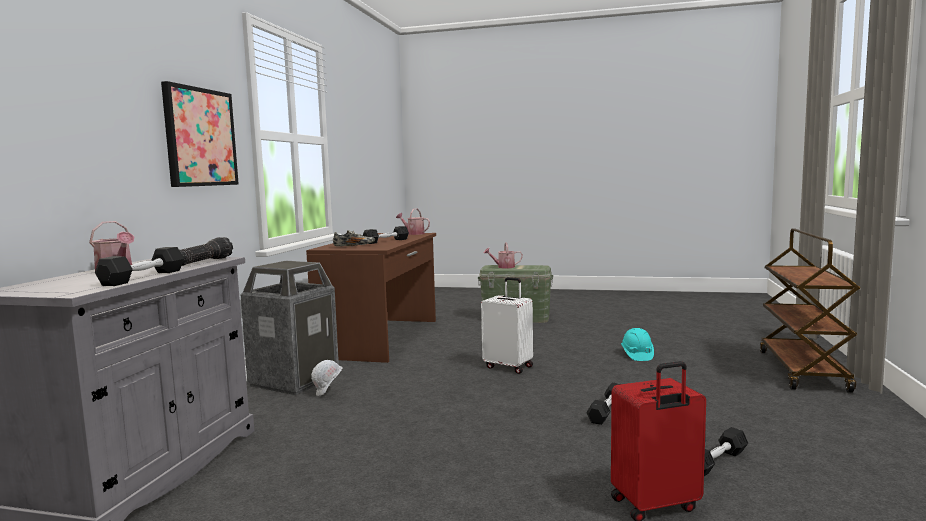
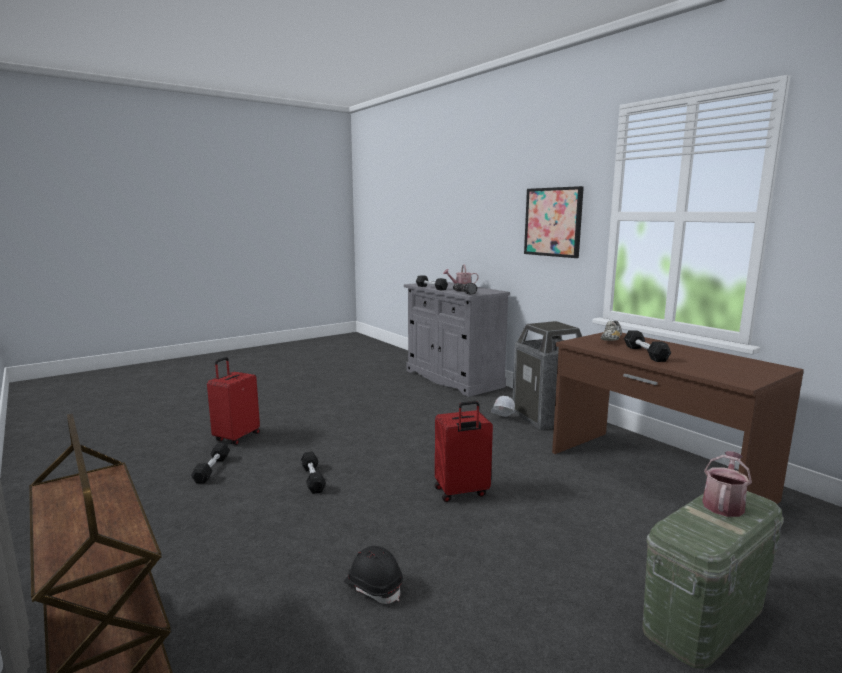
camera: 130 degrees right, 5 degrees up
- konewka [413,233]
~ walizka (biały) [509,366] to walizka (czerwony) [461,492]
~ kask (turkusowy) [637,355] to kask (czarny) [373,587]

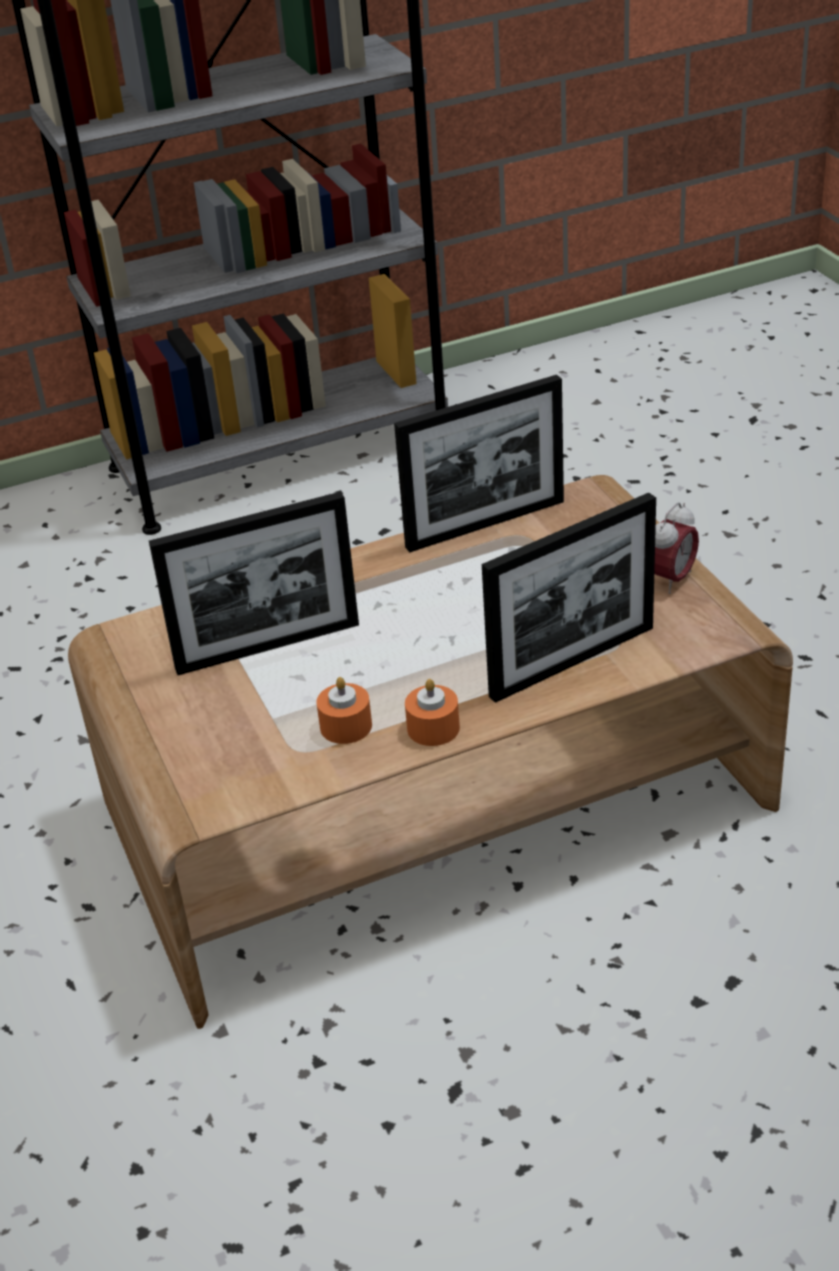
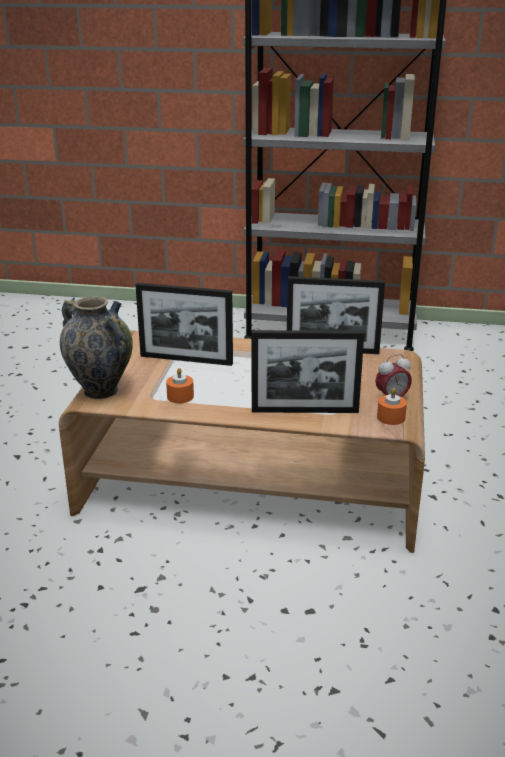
camera: 30 degrees right, 10 degrees down
~ świeca (pomarańczowy) [433,728] to [391,417]
+ wazon [100,390]

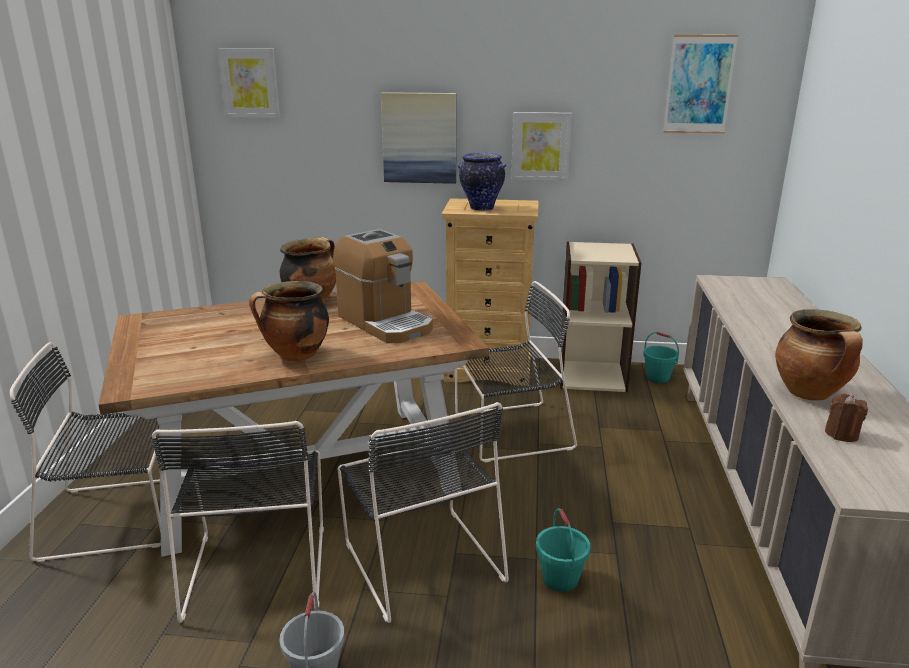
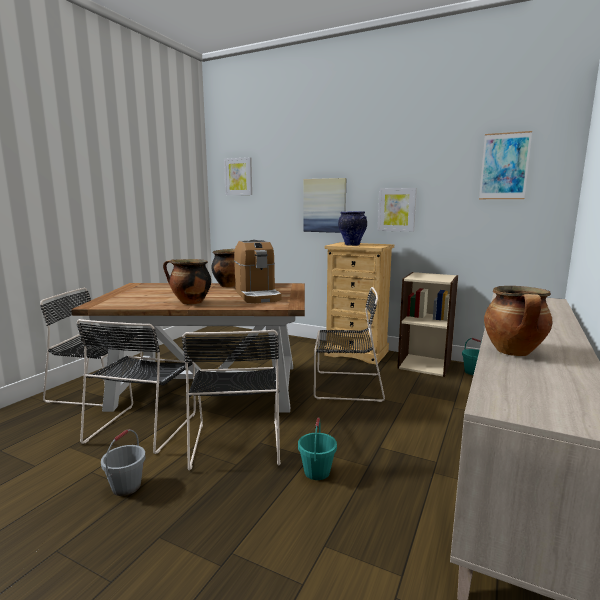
camera: 20 degrees right, 10 degrees down
- świeca (brązowy) [841,434]

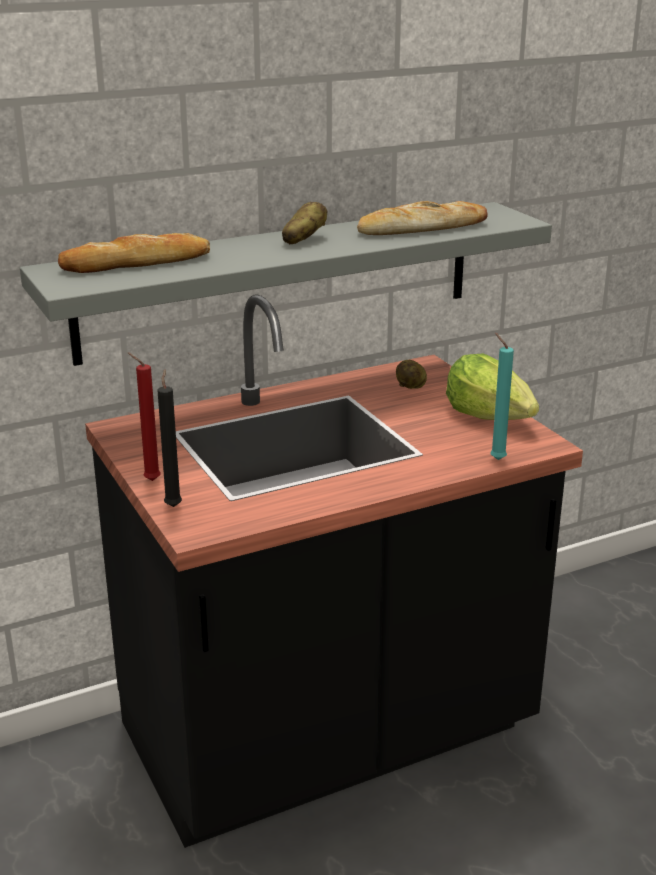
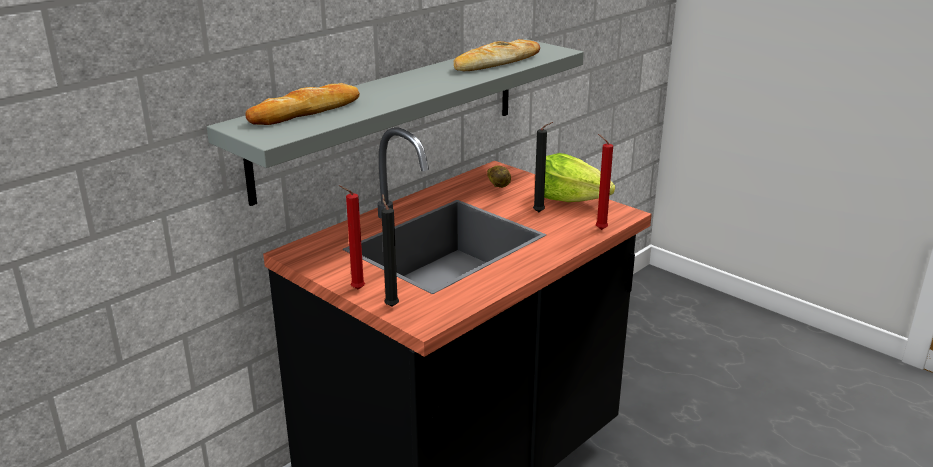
camera: 20 degrees left, 0 degrees up
- ziemniak [303,240]
~ świeca (turkusowy) [495,459] to świeca (czerwony) [599,229]
+ świeca (czarny) [540,212]

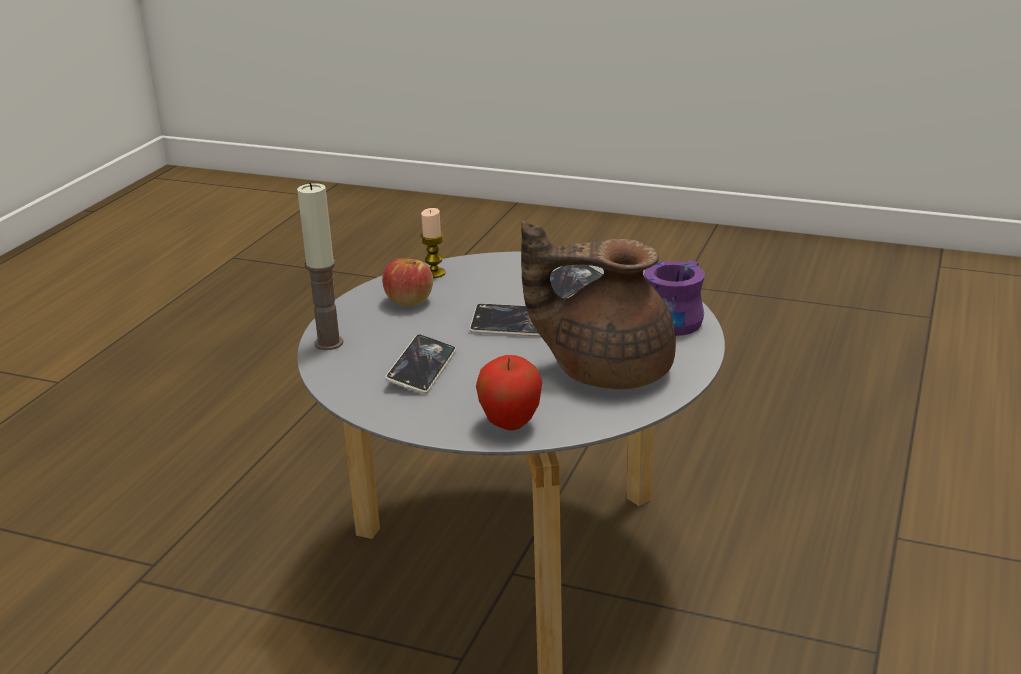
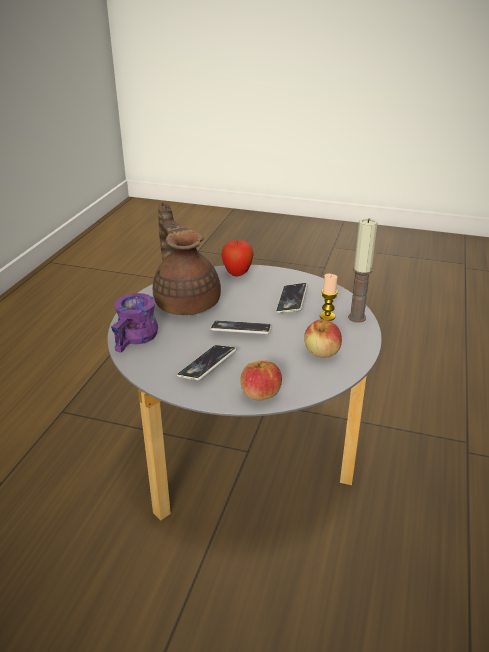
camera: 175 degrees right, 5 degrees up
~ świeca [434,273] to [327,316]
~ imbryk (brązowy) [606,370] = [186,301] 120 degrees counterclockwise
+ jabłko [260,394]

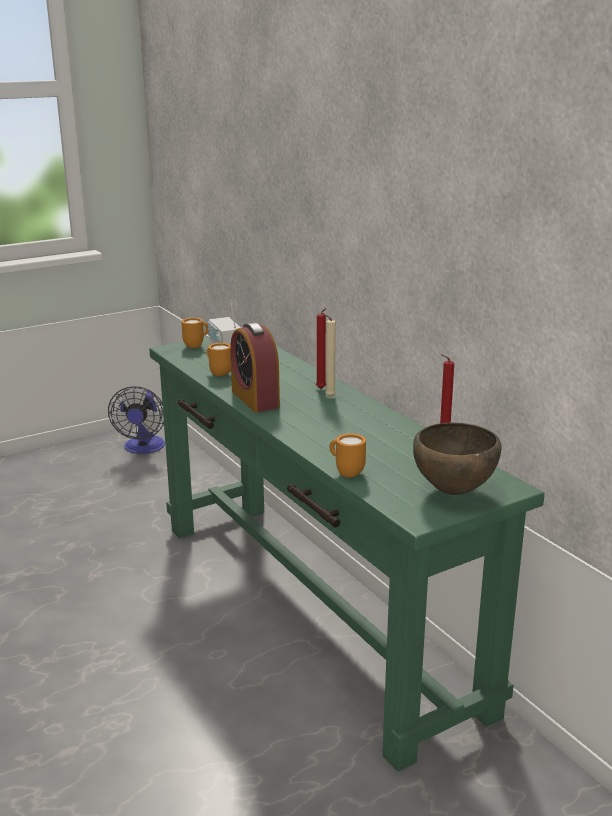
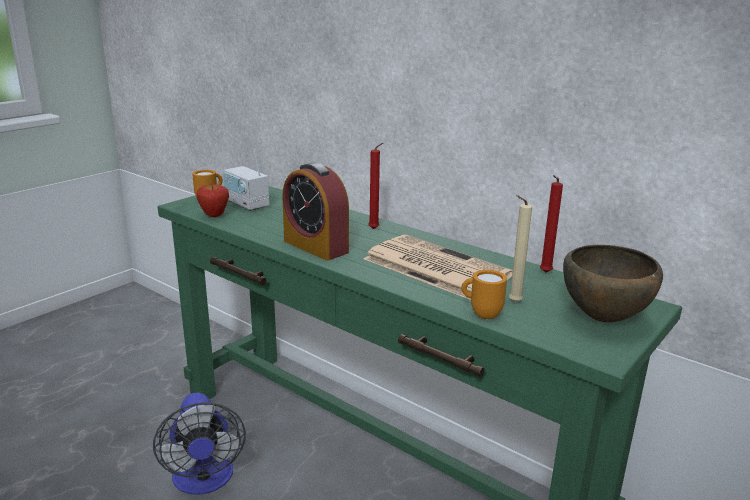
camera: 20 degrees left, 0 degrees up
~ wentylator [143,448] to [204,480]
- kubek (pomarańczowy) [218,373]
~ świeca (beżowy) [328,396] to [512,302]
+ jabłko [214,216]
+ gazeta [433,267]

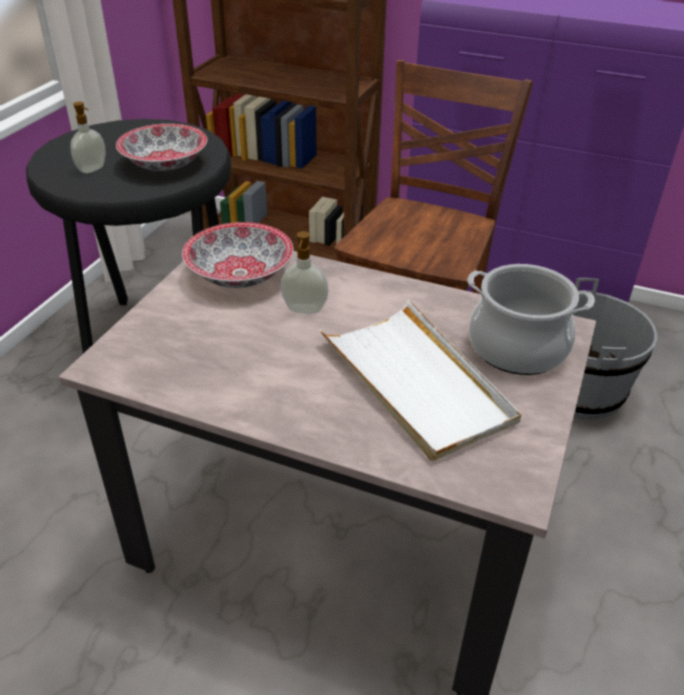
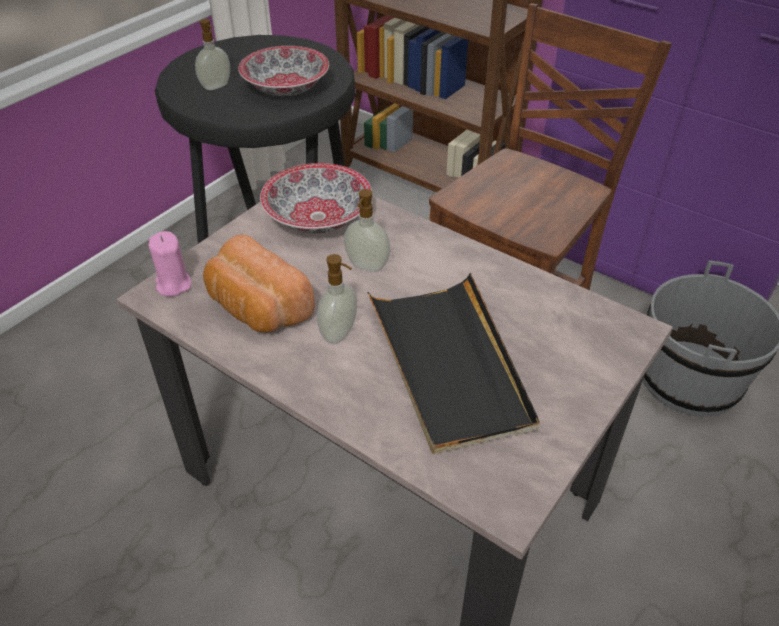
camera: 15 degrees right, 5 degrees up
~ taca (biały) [416,382] to taca (czarny) [449,364]
- garnek [517,348]
+ świeca (różowy) [173,284]
+ chleb [256,308]
+ dozownik mydła [340,333]

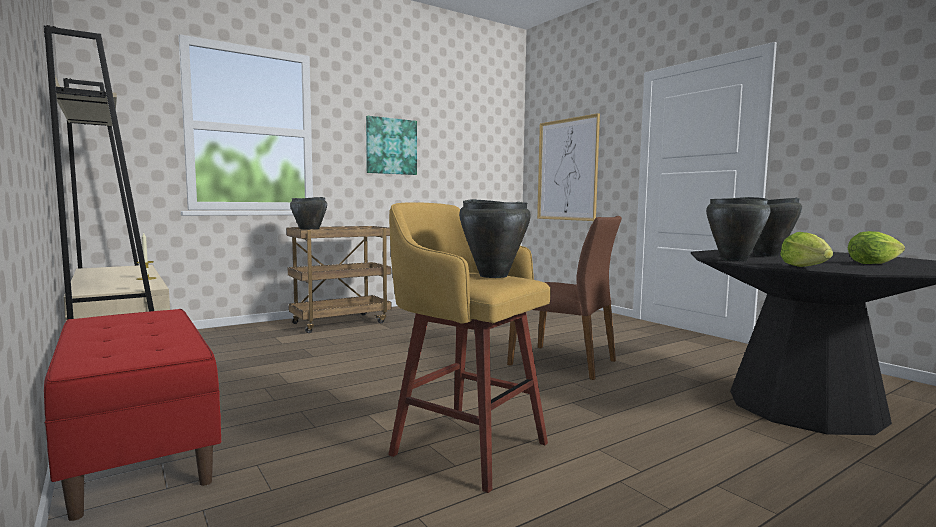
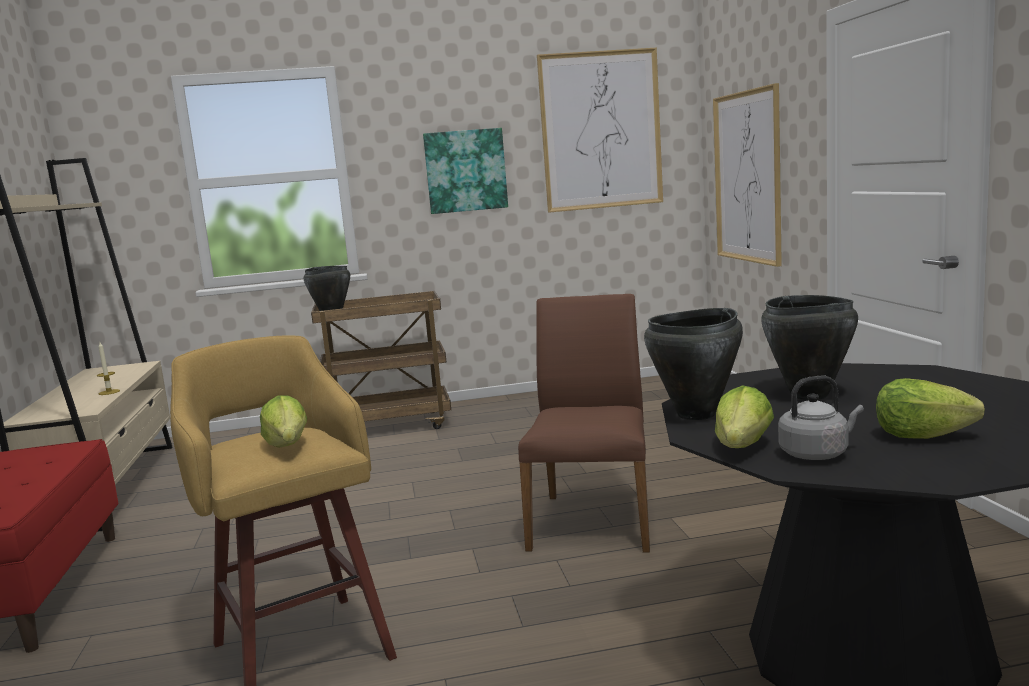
camera: 25 degrees right, 5 degrees up
~ garnek (czarny) [493,276] to sałata [288,446]
~ krzesło (brązowy) [564,362] = [593,521] 135 degrees counterclockwise
+ obraz [601,130]
+ czajnik (szary) [817,454]

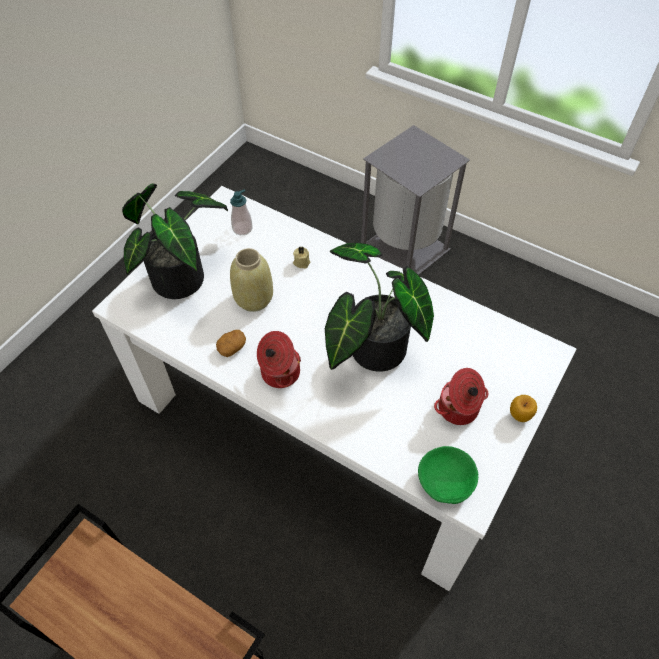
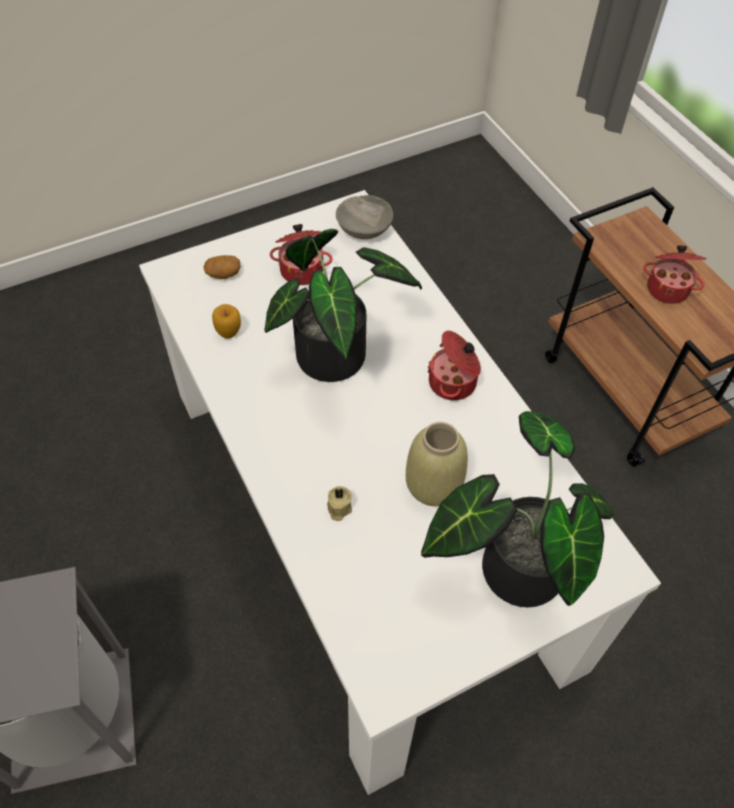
camera: 150 degrees left, 0 degrees up
~ ziemniak [232,347] to [223,274]
- dozownik mydła [242,228]
~ miska (zielony) [446,481] to miska (szary) [363,229]
~ jabłko [519,416] to [229,332]
+ garnek [667,288]

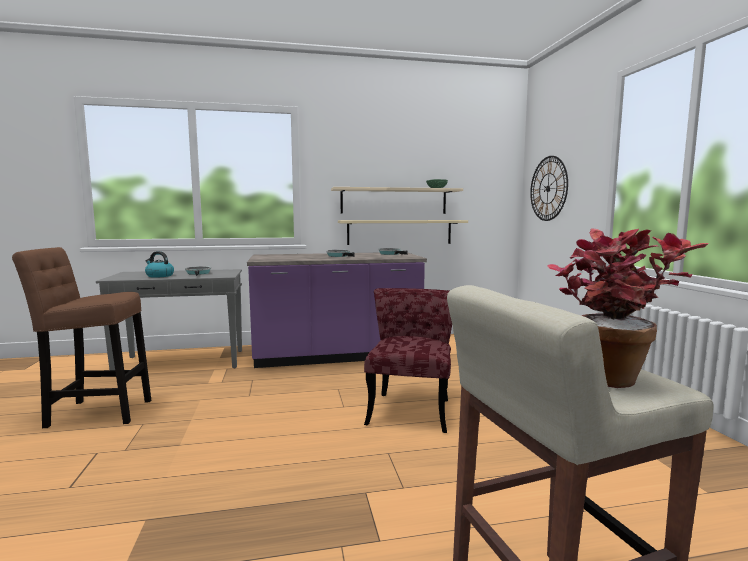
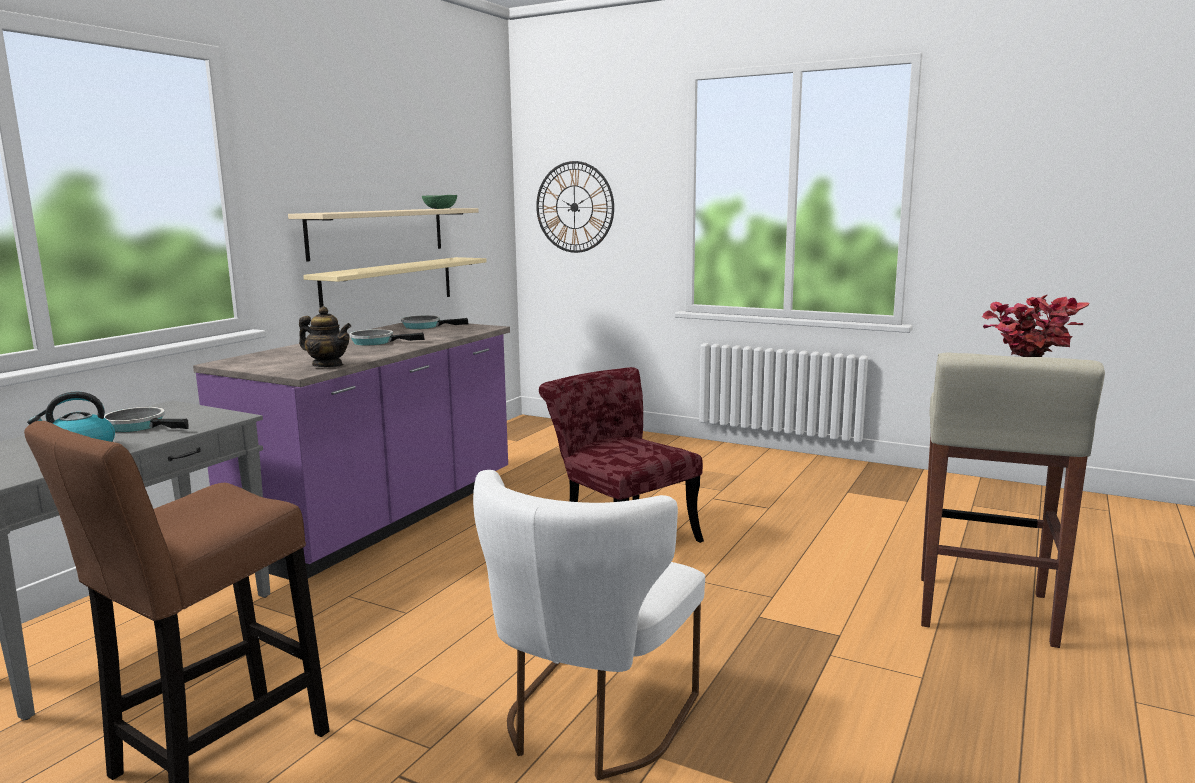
camera: 50 degrees left, 5 degrees up
+ imbryk [328,365]
+ krzesło (biały) [590,724]

